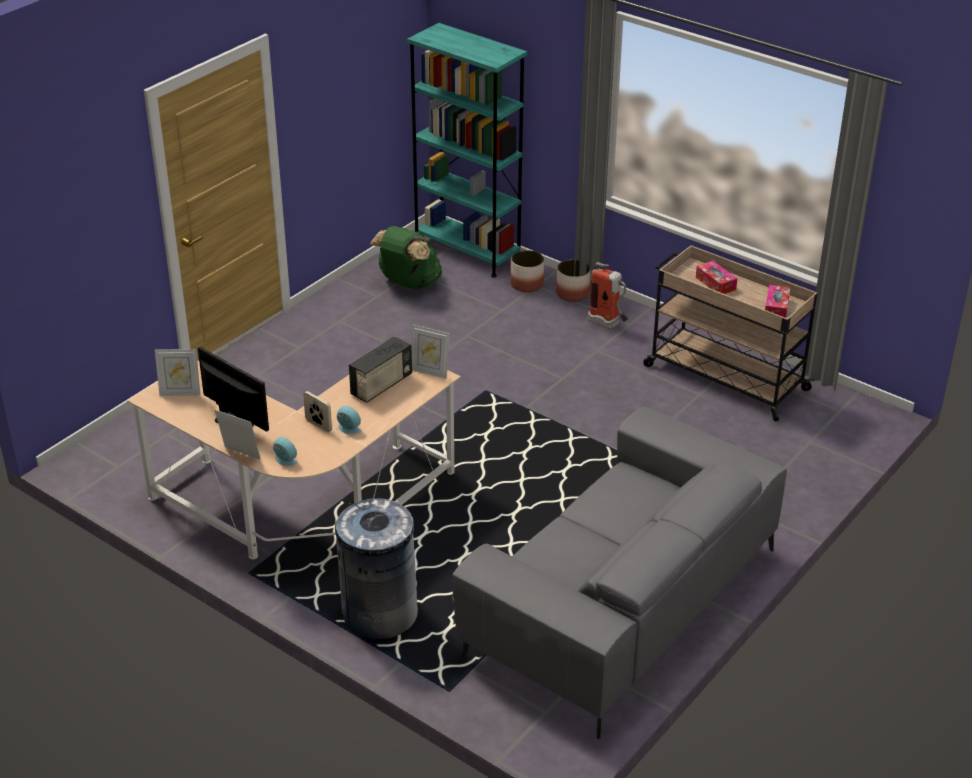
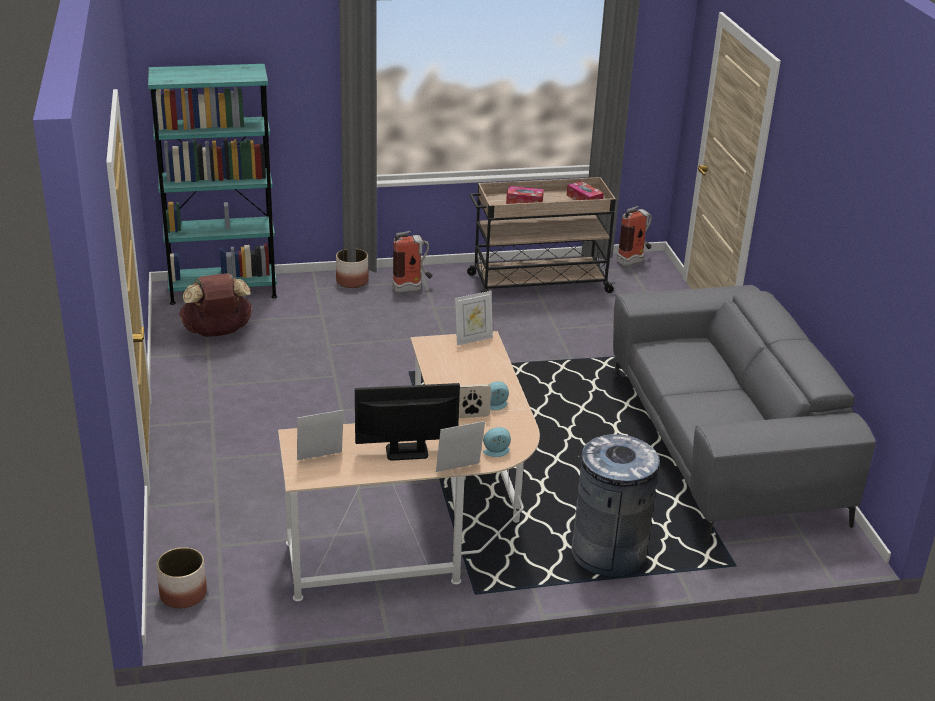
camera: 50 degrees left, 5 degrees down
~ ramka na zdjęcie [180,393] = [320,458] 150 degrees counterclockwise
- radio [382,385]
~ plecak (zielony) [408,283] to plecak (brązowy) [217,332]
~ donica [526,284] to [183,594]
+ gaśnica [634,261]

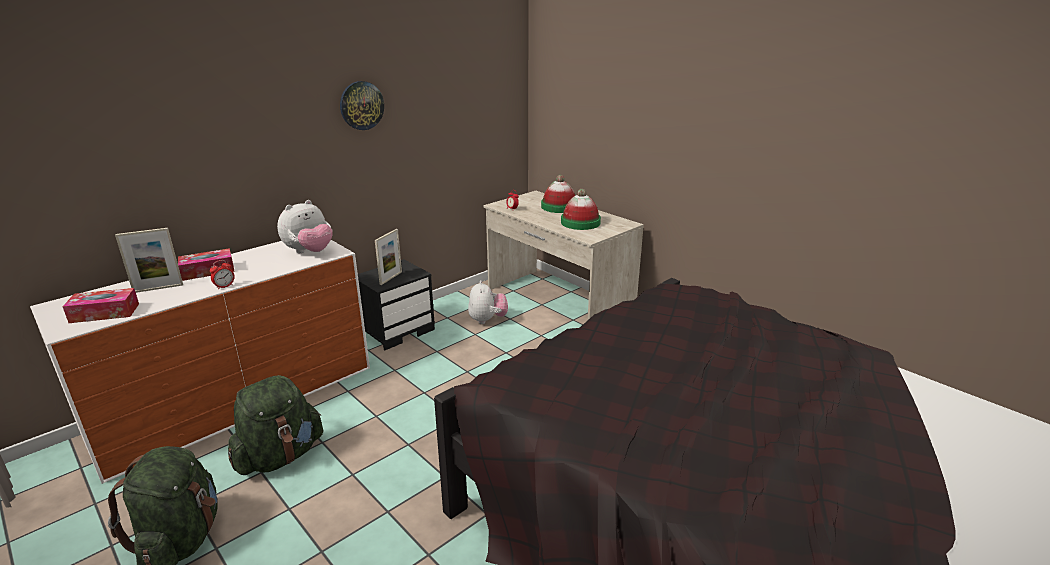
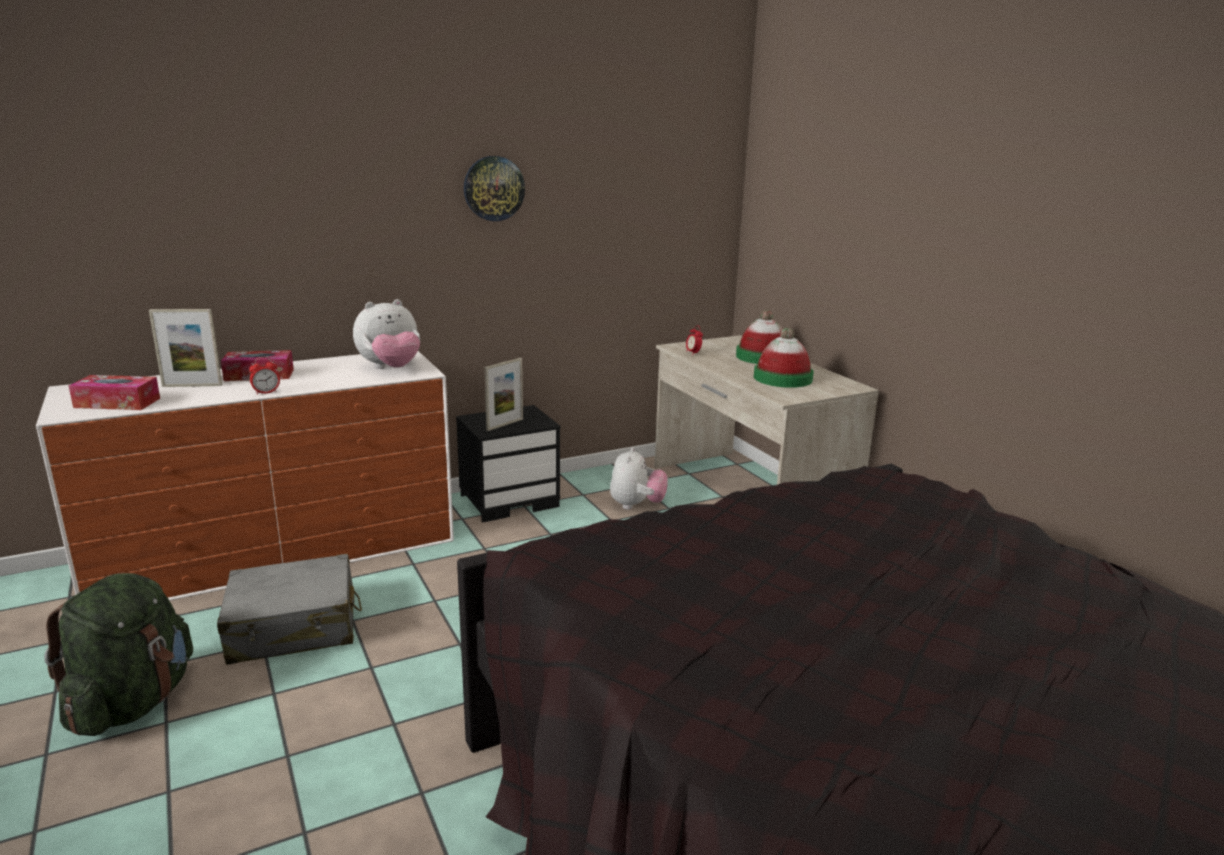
camera: 15 degrees right, 5 degrees down
~ plecak (zielony) [280,456] to walizka (szary) [294,627]

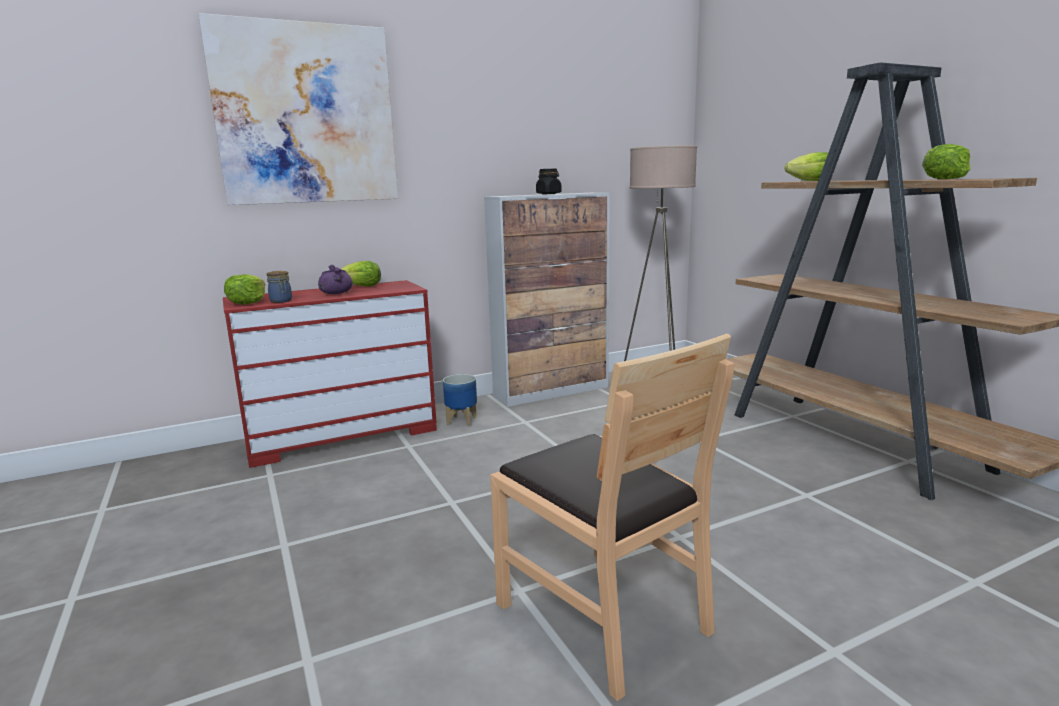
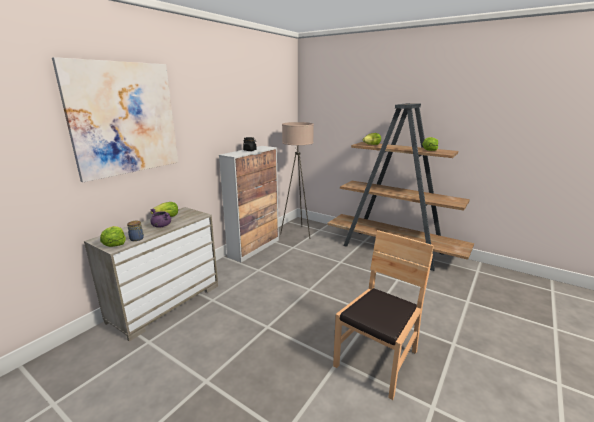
camera: 30 degrees left, 5 degrees up
~ komoda (czerwony) [342,435] to komoda (beżowy) [166,302]
- donica [462,421]
~ krzesło (brązowy) [603,615] = [377,359] 75 degrees counterclockwise

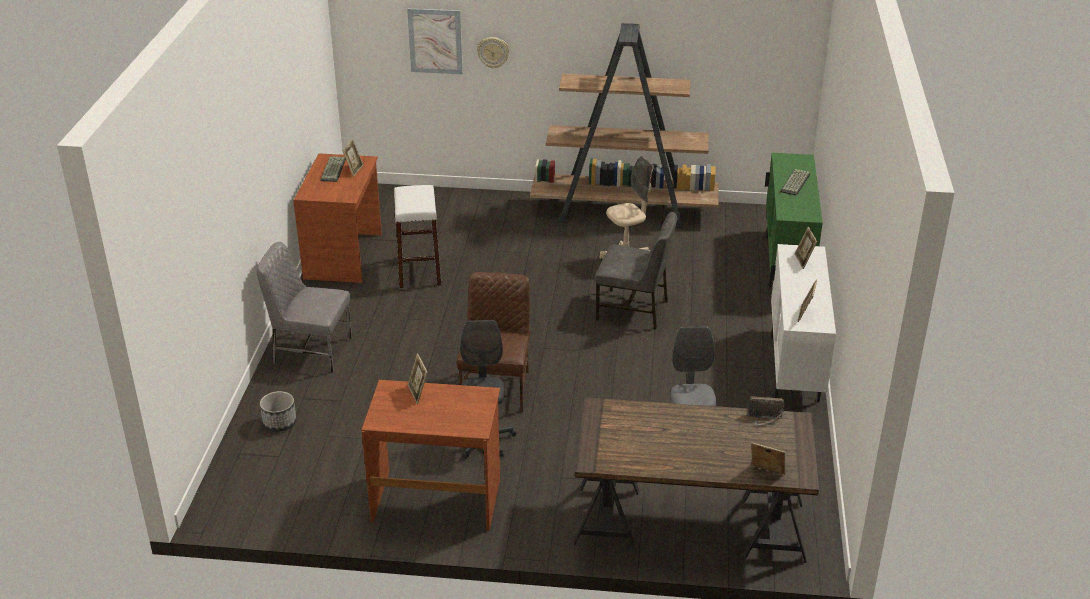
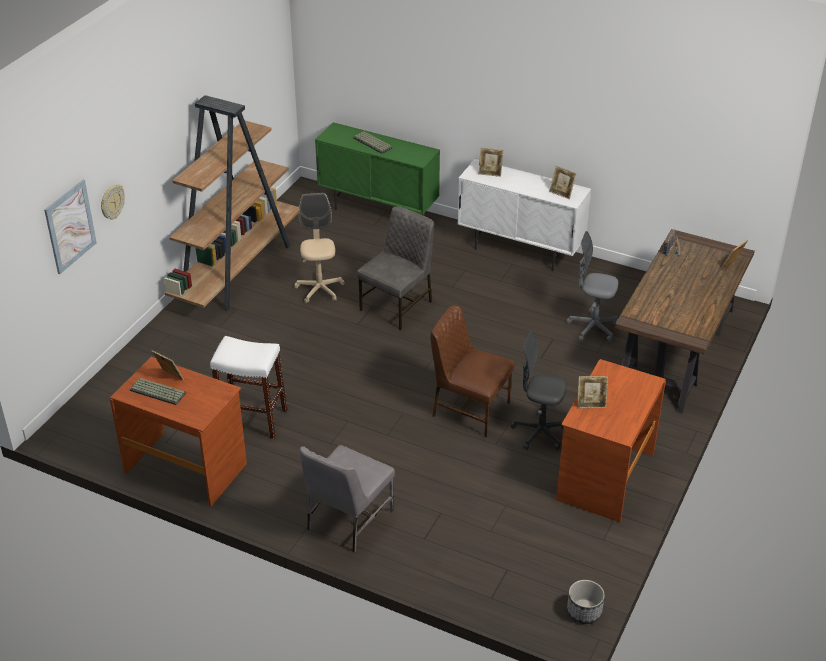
camera: 70 degrees left, 5 degrees up
~ donica [280,423] to [584,611]

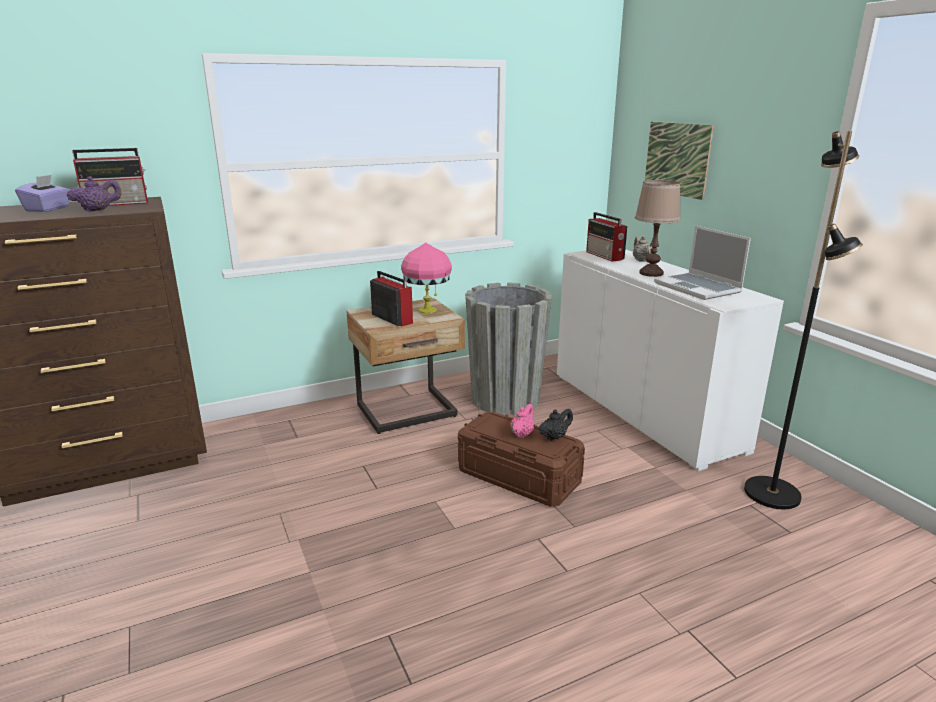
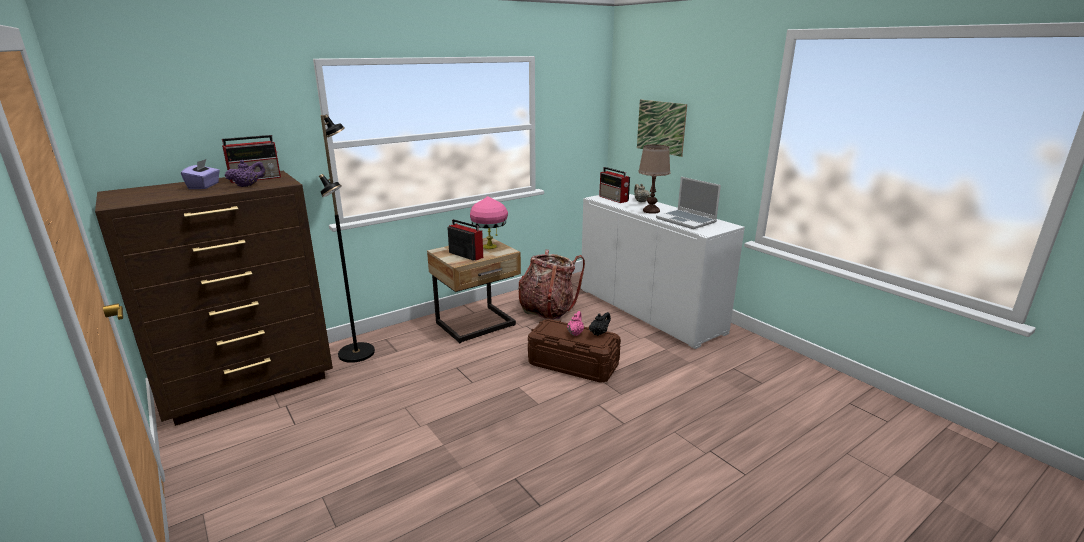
camera: 10 degrees left, 0 degrees up
~ donica (szary) [505,399] to plecak [547,310]
~ lampa stojąca (czarny) [773,493] to [357,353]

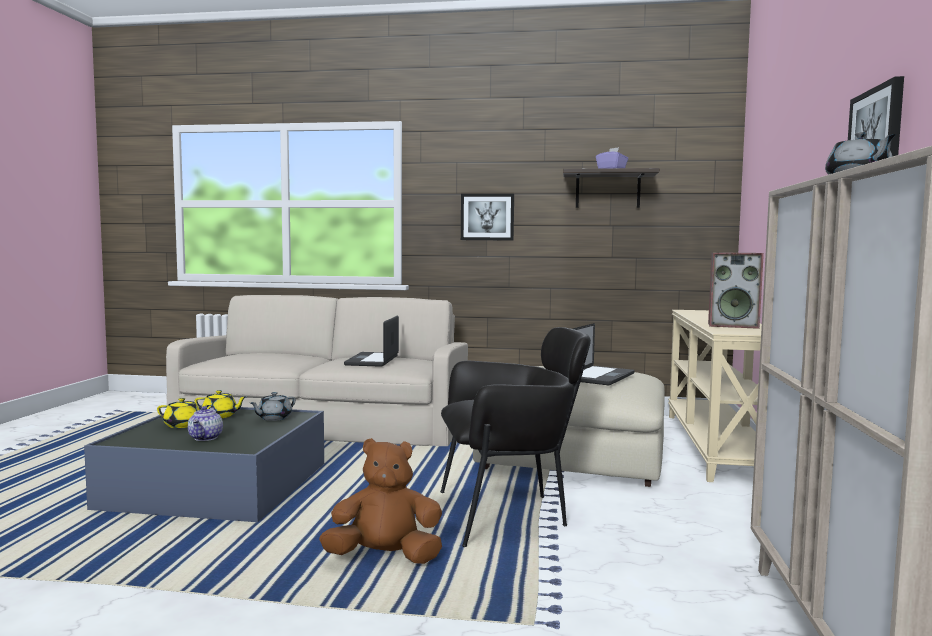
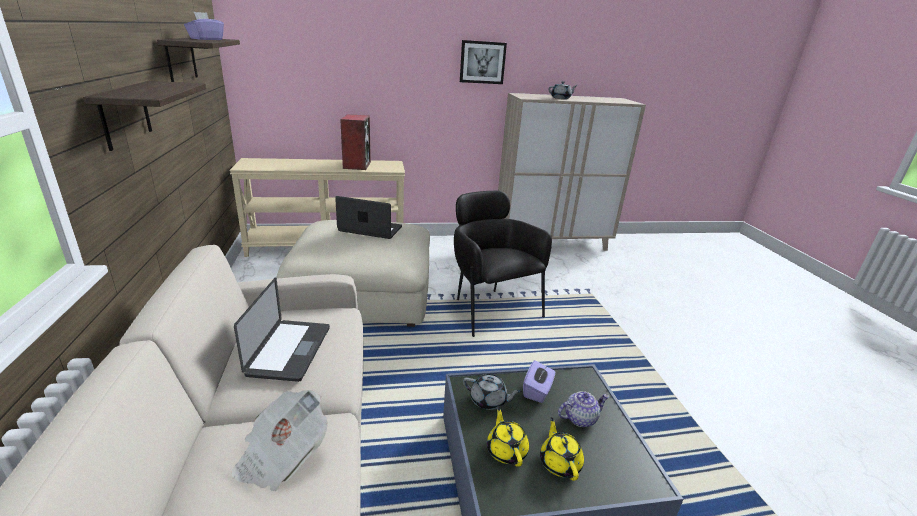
camera: 110 degrees left, 20 degrees up
- pluszak (brązowy) [385,557]
~ laptop [372,360] = [289,350] 75 degrees counterclockwise
~ obraz [487,217] to półka [125,114]
+ gazeta [281,456]
+ pudełko chusteczek (fioletowy) [537,391]

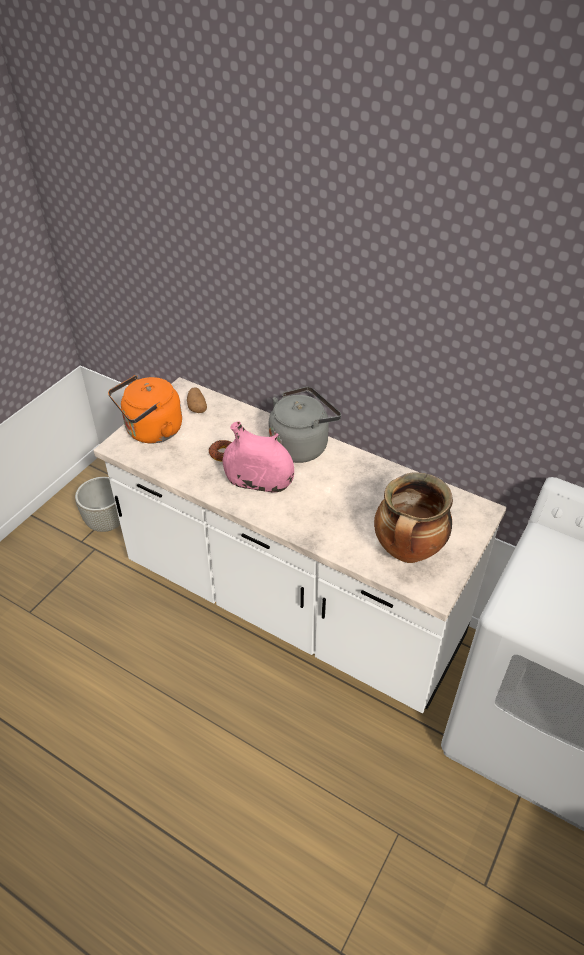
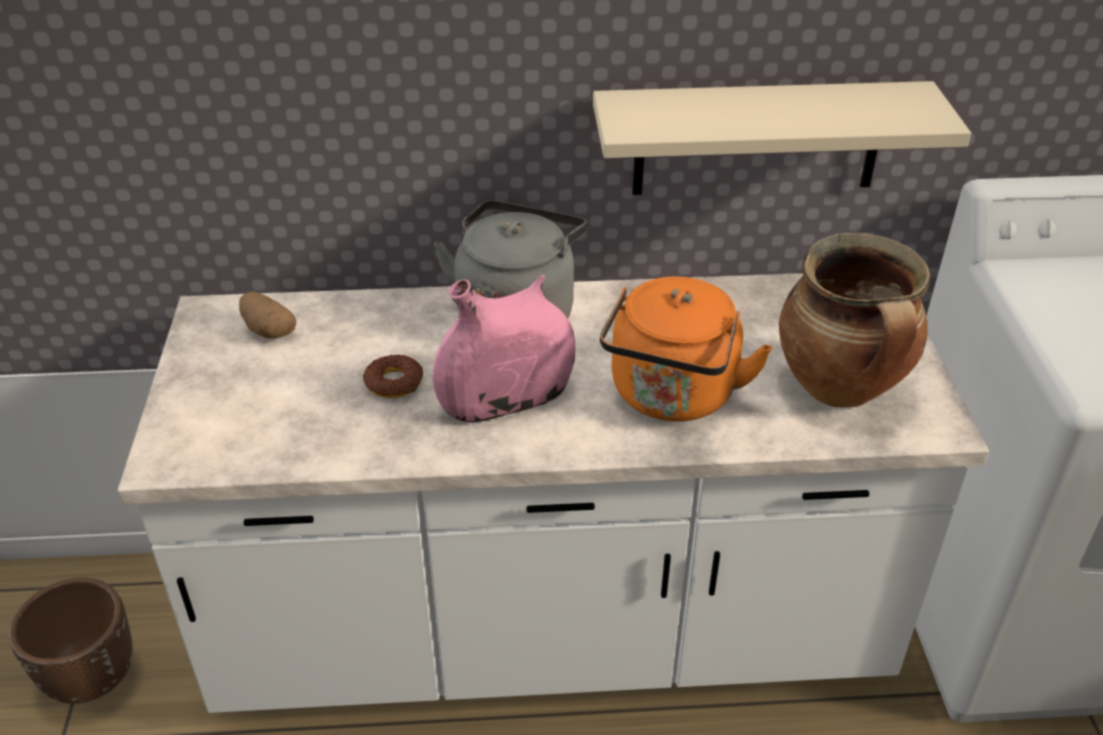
camera: 35 degrees left, 5 degrees down
~ donica (szary) [107,523] to donica (brązowy) [92,677]
~ czajnik (pomarańczowy) [151,431] to [672,397]
+ półka (beżowy) [757,138]

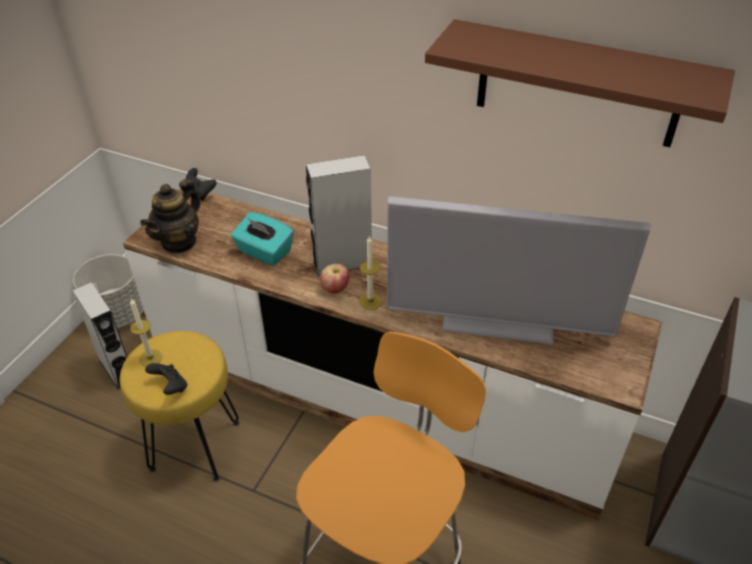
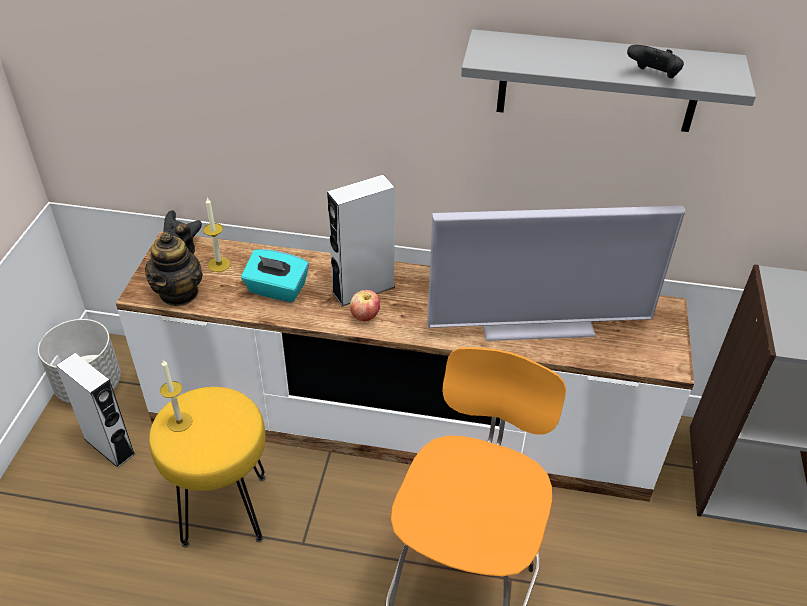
camera: 15 degrees left, 0 degrees up
~ pad do gier (czarny) [170,387] to [653,76]
~ świeca [370,301] to [219,264]
~ półka (brązowy) [578,85] to półka (szary) [598,82]

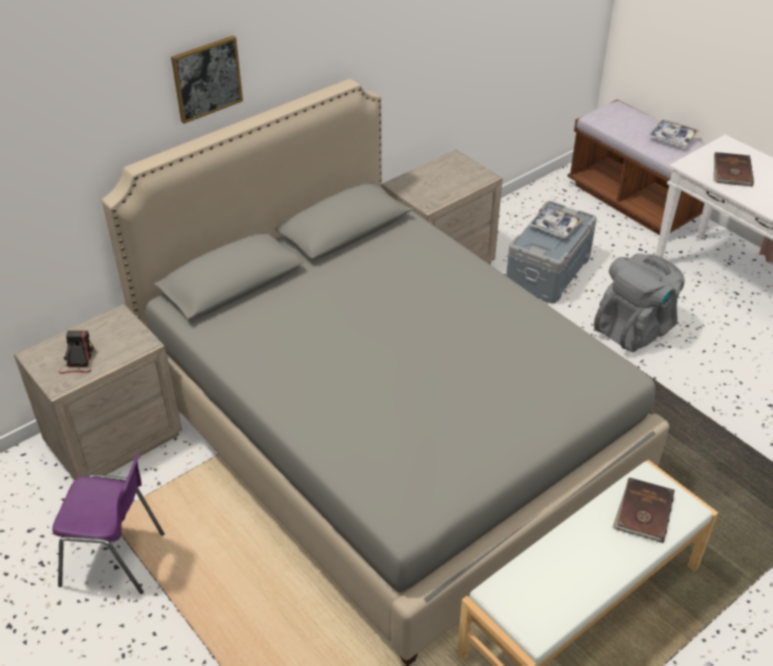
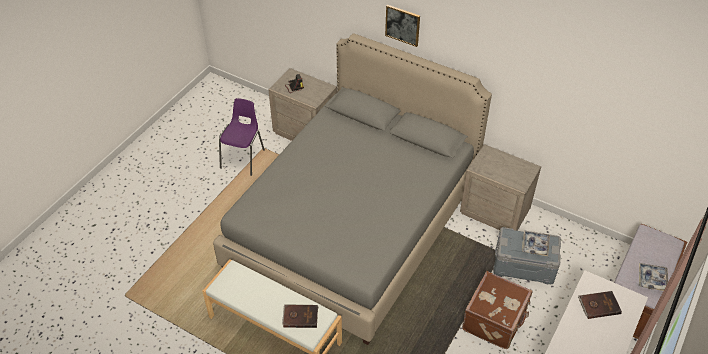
camera: 70 degrees right, 5 degrees up
~ krzesło (fioletowy) [115,559] = [243,158] 150 degrees counterclockwise
~ plecak (szary) [635,328] to walizka (brązowy) [495,321]

